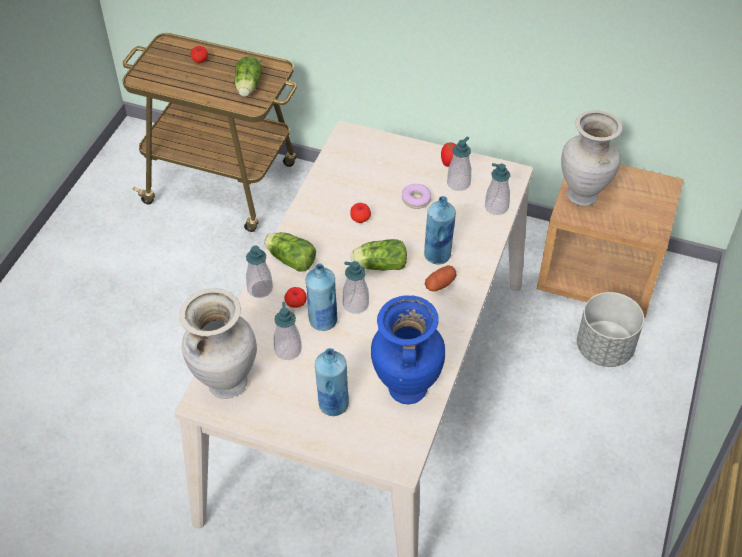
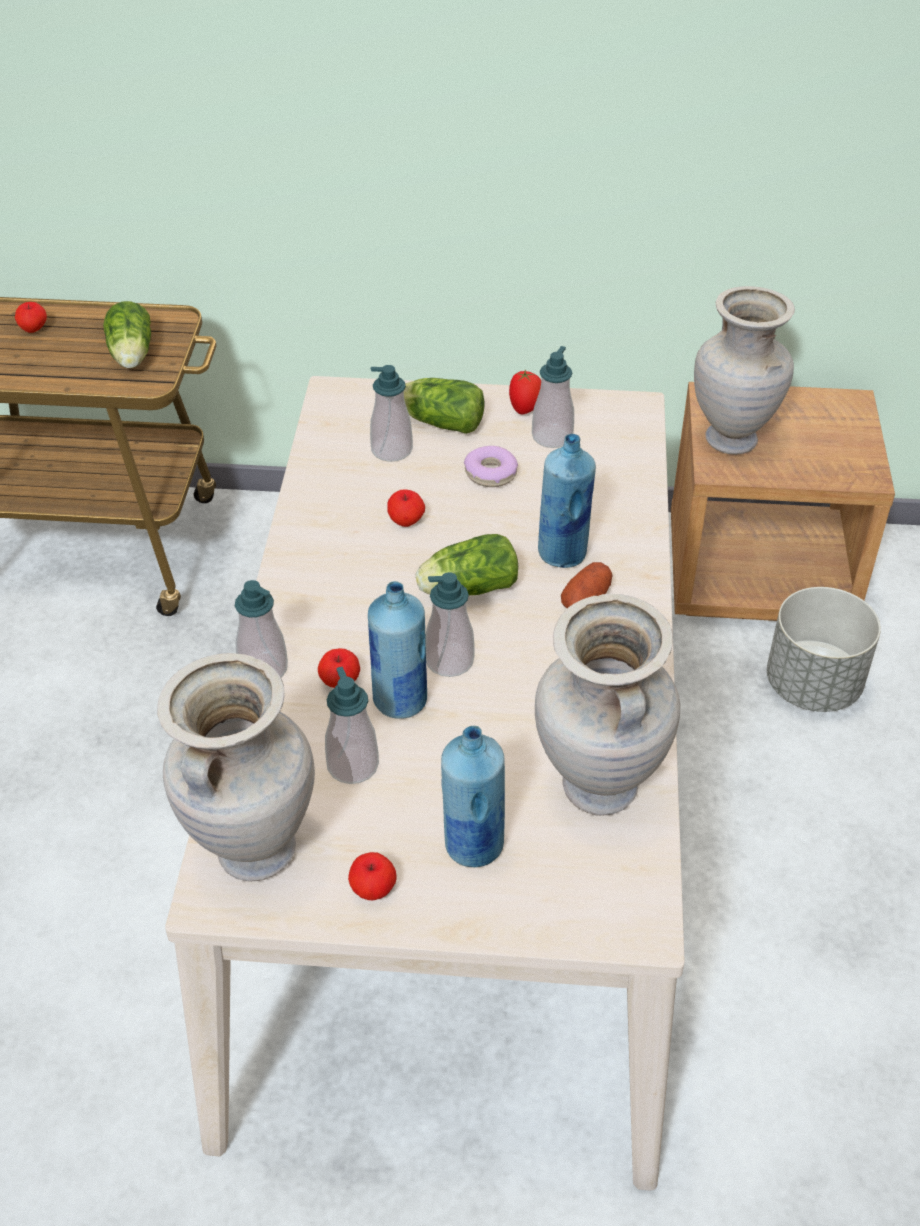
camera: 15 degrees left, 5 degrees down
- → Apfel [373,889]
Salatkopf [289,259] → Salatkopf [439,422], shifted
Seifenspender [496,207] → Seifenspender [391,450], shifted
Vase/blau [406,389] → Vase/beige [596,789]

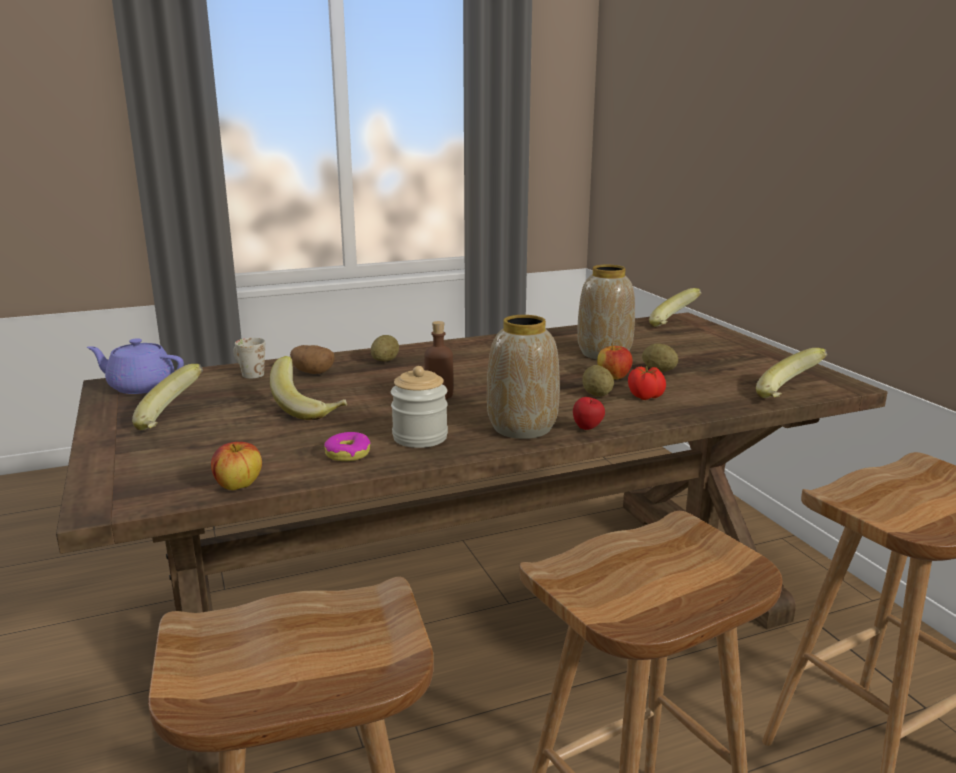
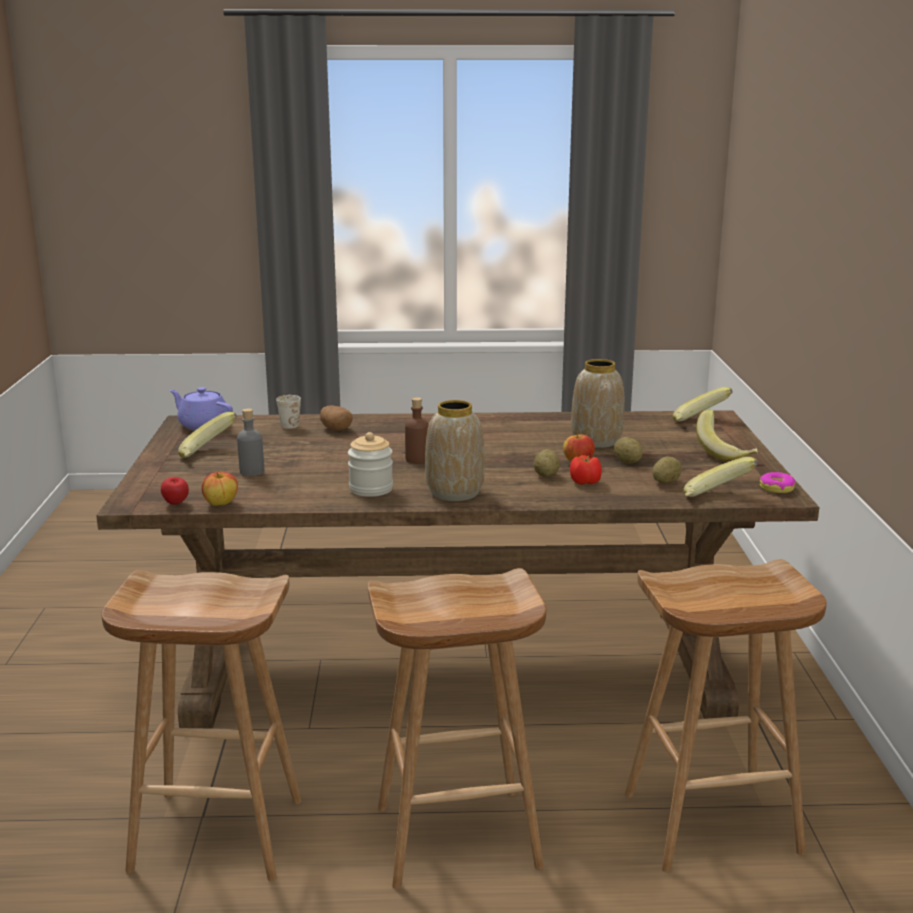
camera: 20 degrees right, 0 degrees up
- → Flasche/grau [252,472]
Banane [310,409] → Banane [725,453], shifted
Donut [348,454] → Donut [776,488], shifted
Kartoffel [385,361] → Kartoffel [666,482], shifted
Apfel [588,429] → Apfel [176,504], shifted

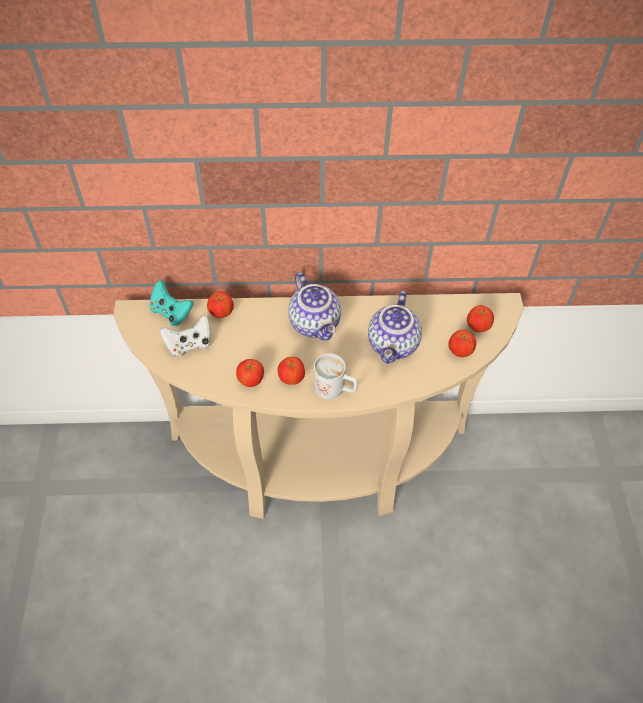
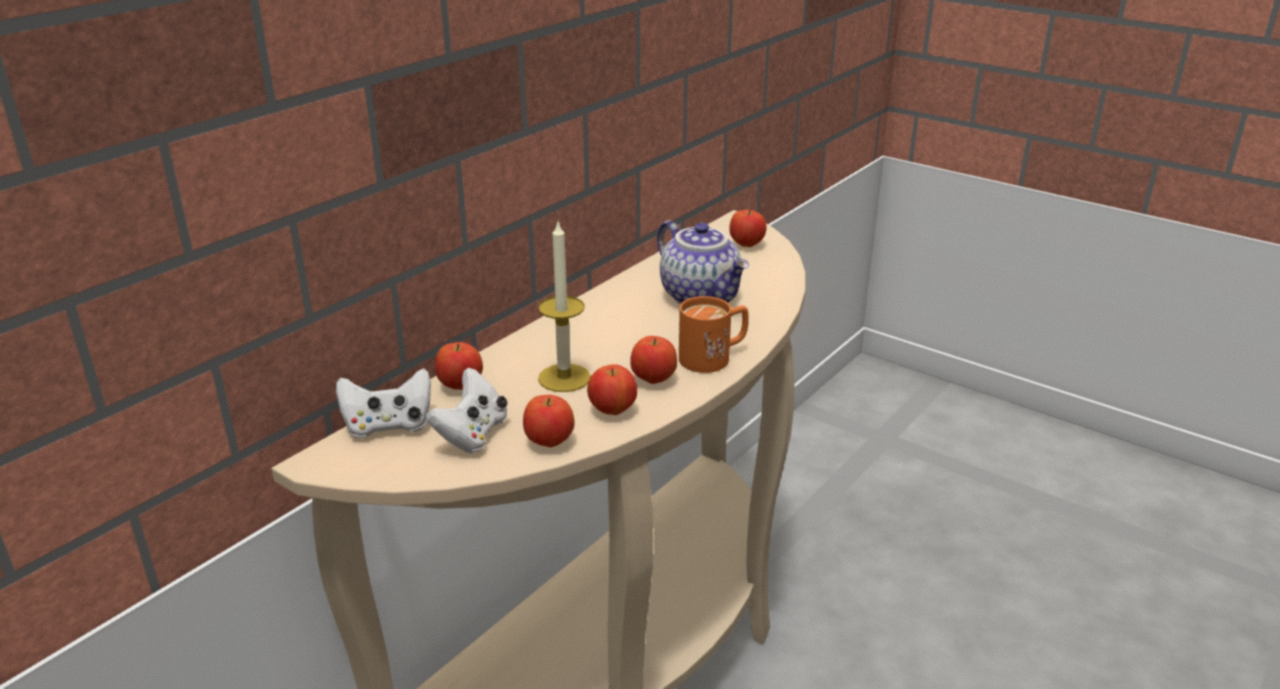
camera: 50 degrees left, 25 degrees down
Teekanne [316,323] → -
- → Kerze [564,378]
Apfel [460,351] → Apfel [549,442], shifted
Gamepad/türkis [171,313] → Gamepad/weiß [388,426]
Henkelbecher/weiß [335,389] → Henkelbecher/orange [714,357]

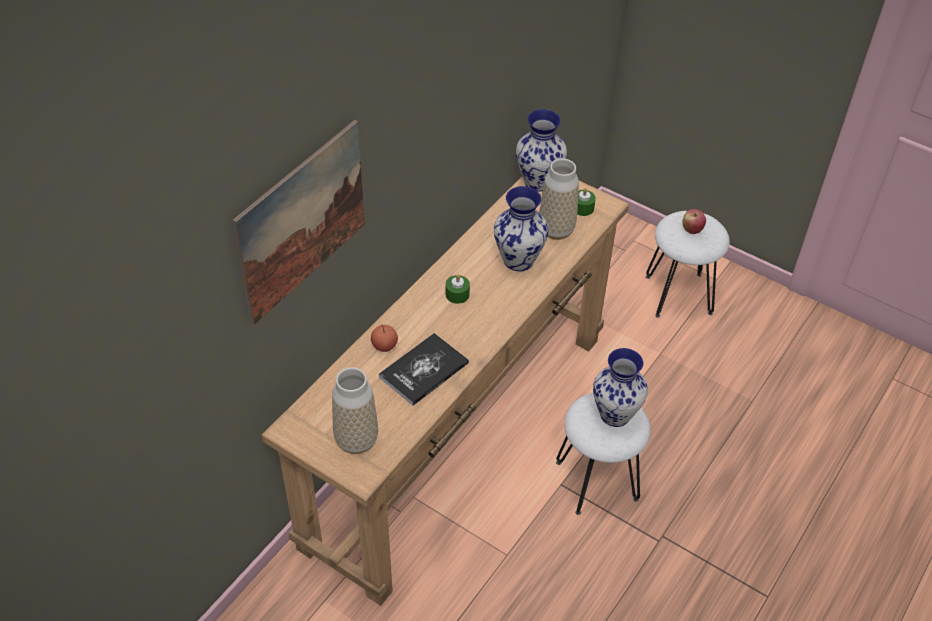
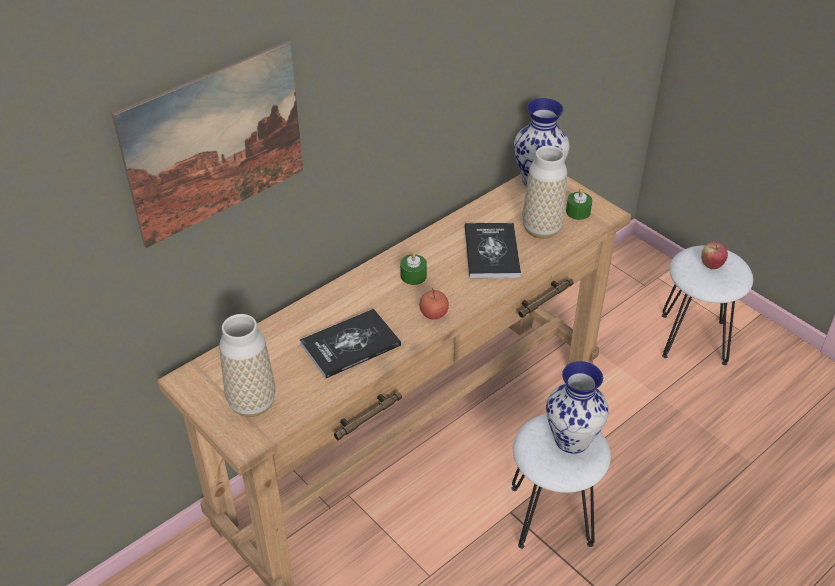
camera: 15 degrees right, 5 degrees down
Apfel [384,346] → Apfel [433,314], shifted
Vase [519,259] → Buch [491,252]

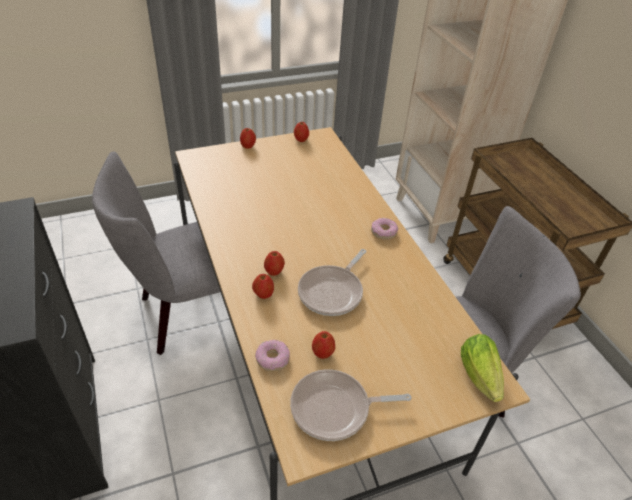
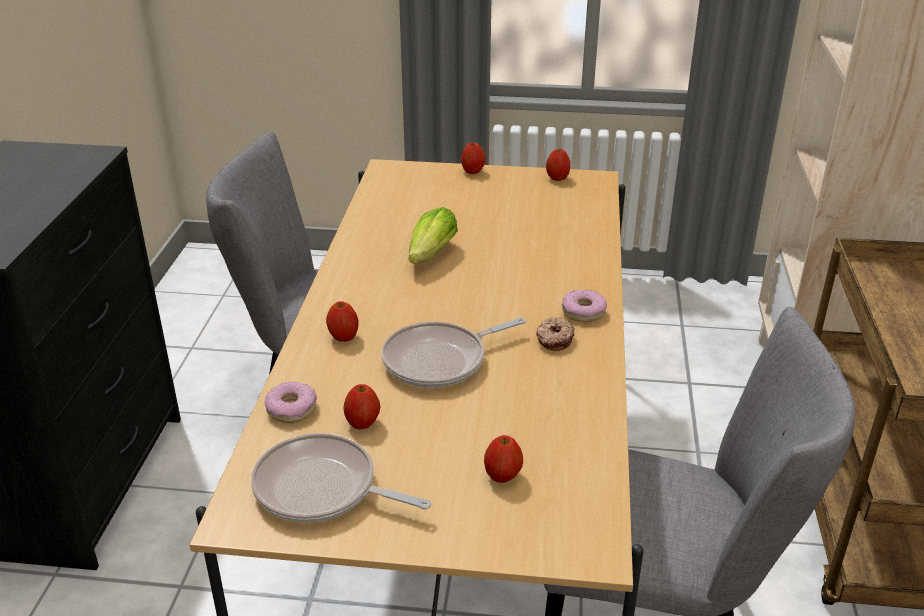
camera: 30 degrees right, 10 degrees down
- → Donut [554,339]
Apfel [274,271] → Apfel [502,476], shifted
Salatkopf [480,378] → Salatkopf [429,257], shifted

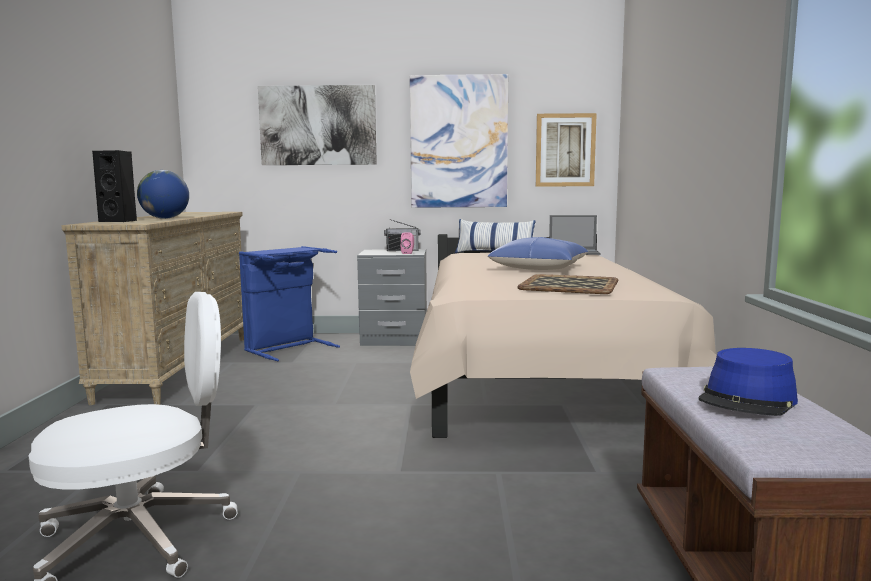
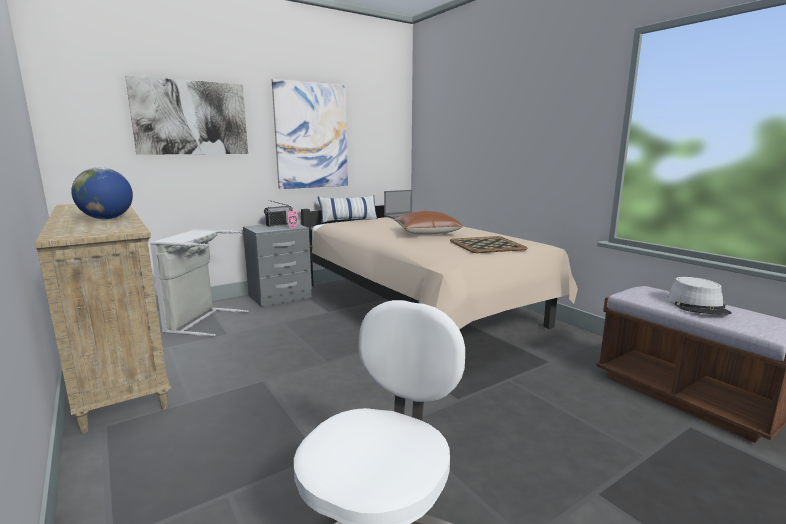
camera: 35 degrees left, 5 degrees up
Lautsprecher/schwarz [120,221] → -
Bild [565,150] → -
Wäschekorb/blau [287,348] → Wäschekorb/grau [200,322]
Kissen/blau [538,268] → Kissen/braun [426,232]
Hut/blau [748,399] → Hut/grau [698,306]

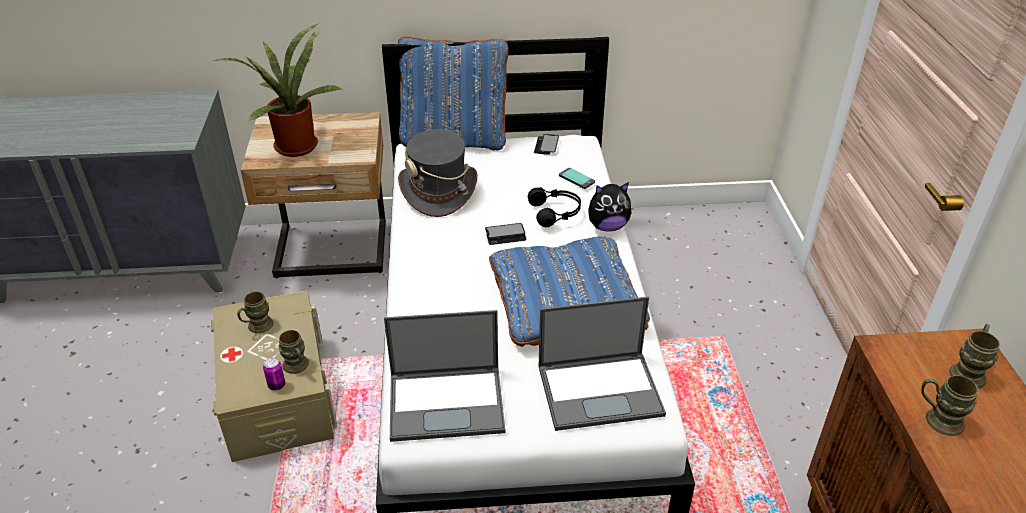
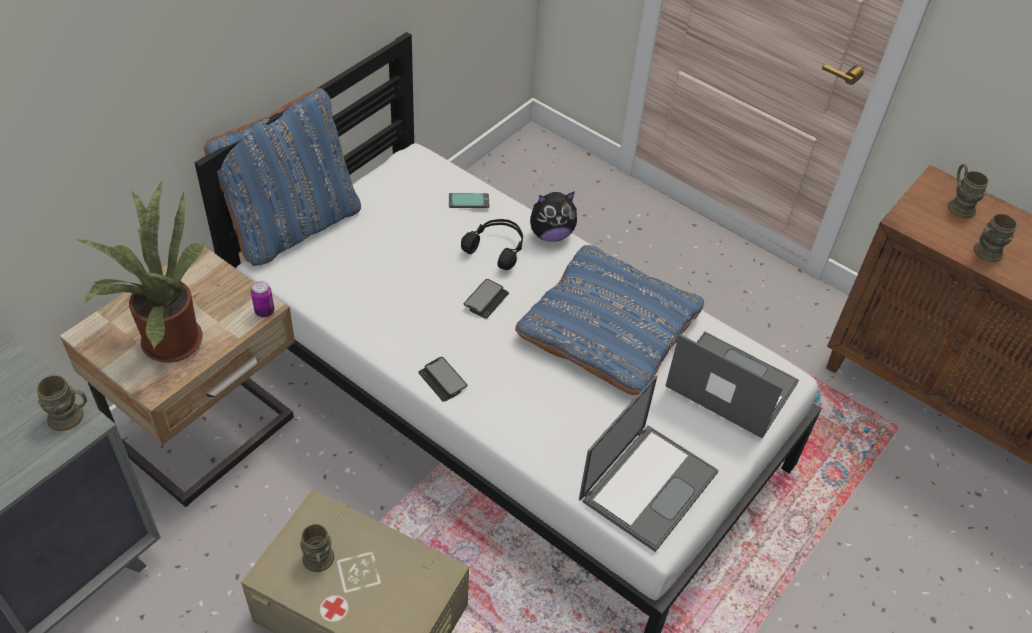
camera: 50 degrees left, 10 degrees up
Hut/grau [439,191] → -
Dose [276,385] → Dose [264,312], shifted
Henkelbecher/braun [297,367] → Henkelbecher/braun [72,417], shifted
Handy [546,145] → Handy [442,380], shifted
Laptop [601,390] → Laptop [729,384], 90 degrees counterclockwise
Plüschtier [607,226] → Plüschtier [551,234], 45 degrees clockwise

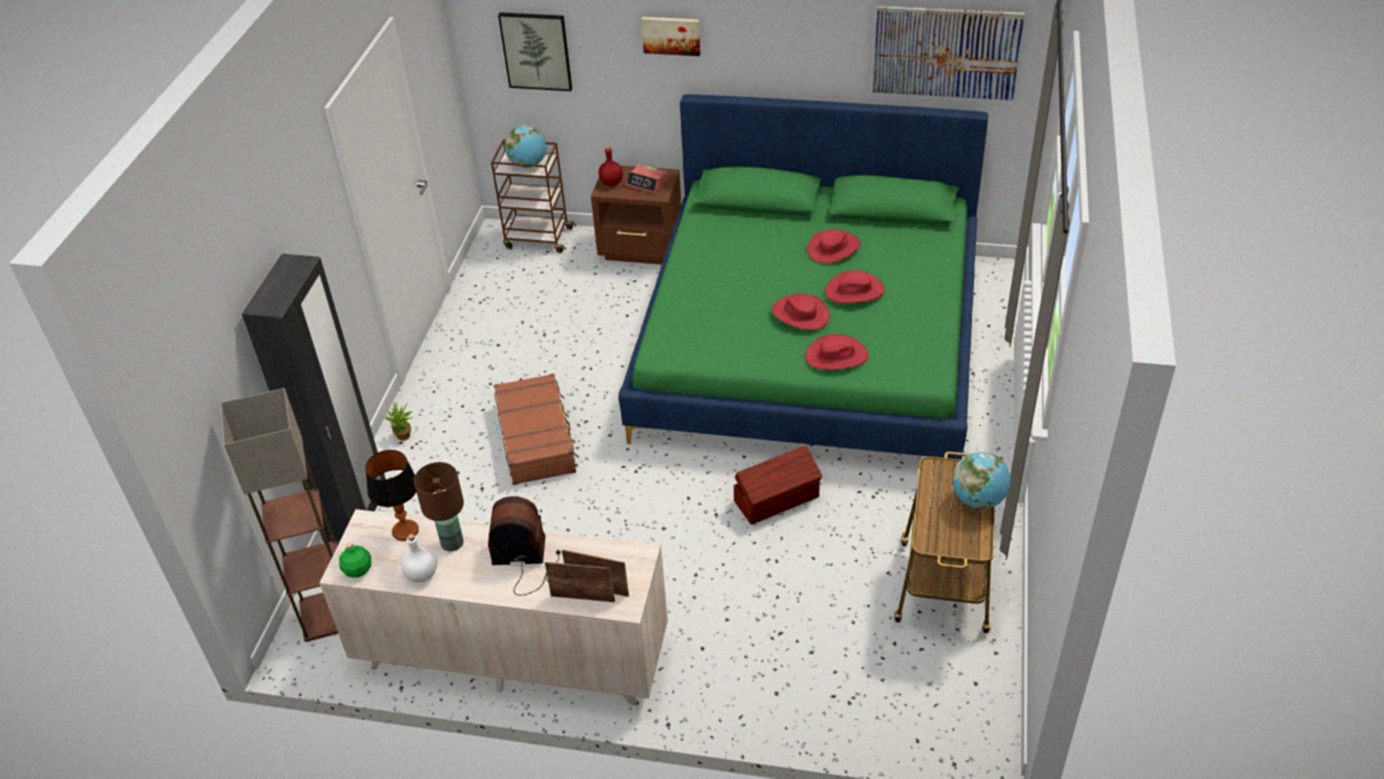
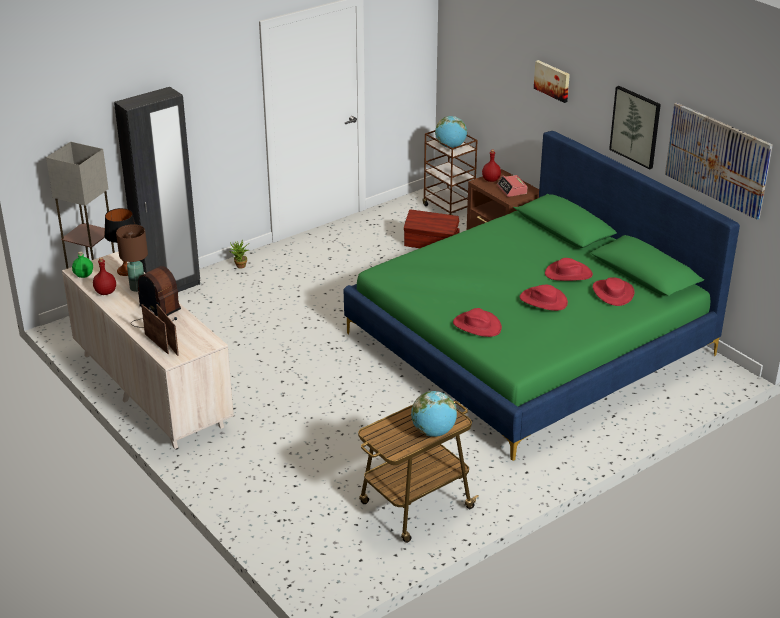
camera: 40 degrees right, 10 degrees down
Koffer/braun [537,438] → -
Bild [536,51] → Bild [635,126], shifted
Aufbewahrungsbox/braun [777,499] → Aufbewahrungsbox/braun [432,244], shifted
Hut/rot [800,314] → Hut/rot [613,293], shifted
Flasche/weiß [422,575] → Flasche/rot [105,292]

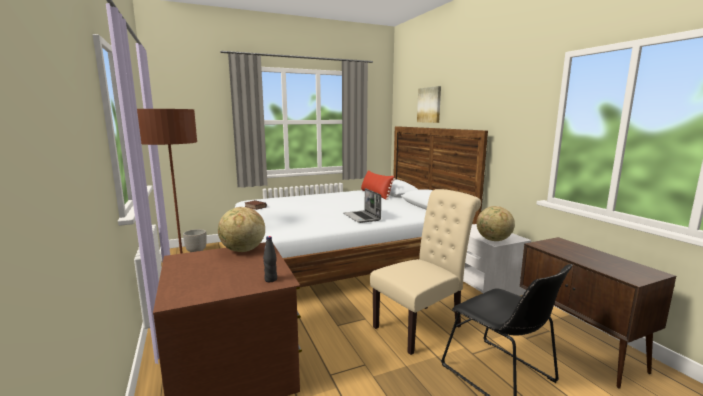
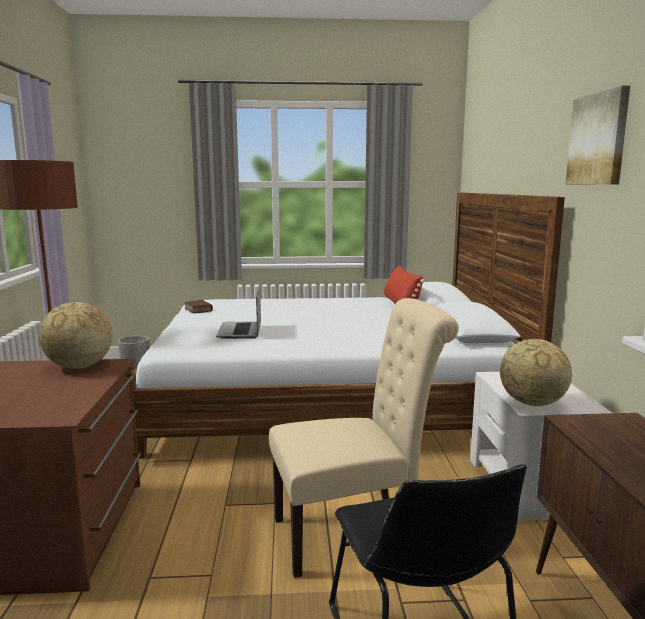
camera: 20 degrees right, 0 degrees up
Flasche/schwarz [271,279] → -
Laptop [362,217] → Laptop [241,331], shifted
Bild [429,105] → Bild [598,139], shifted

